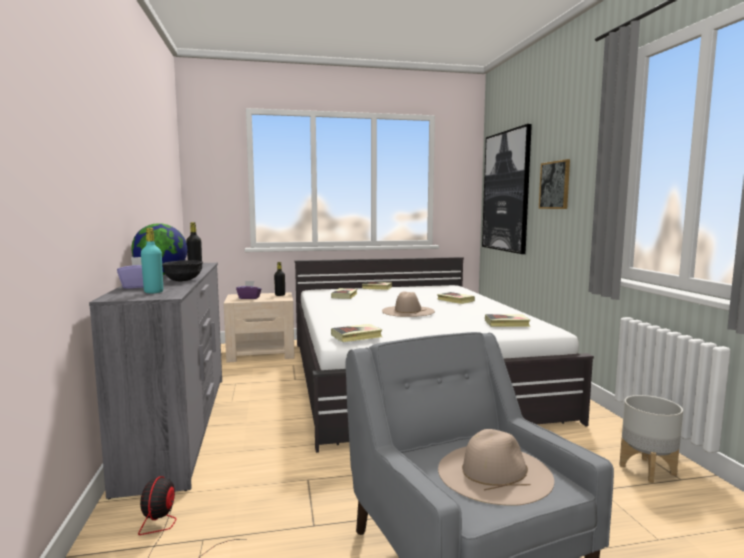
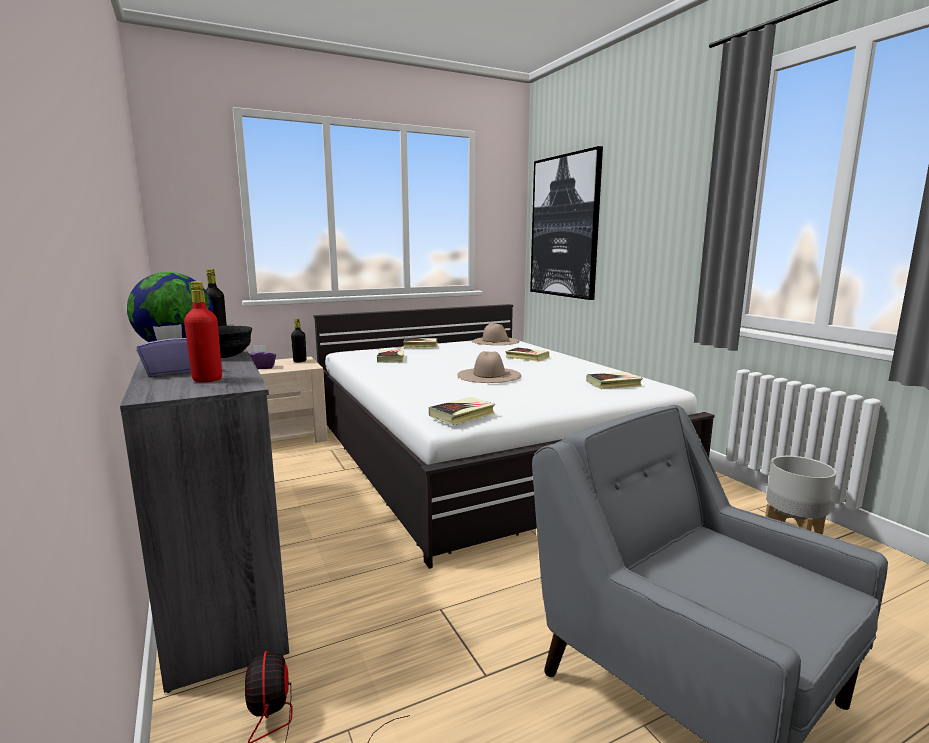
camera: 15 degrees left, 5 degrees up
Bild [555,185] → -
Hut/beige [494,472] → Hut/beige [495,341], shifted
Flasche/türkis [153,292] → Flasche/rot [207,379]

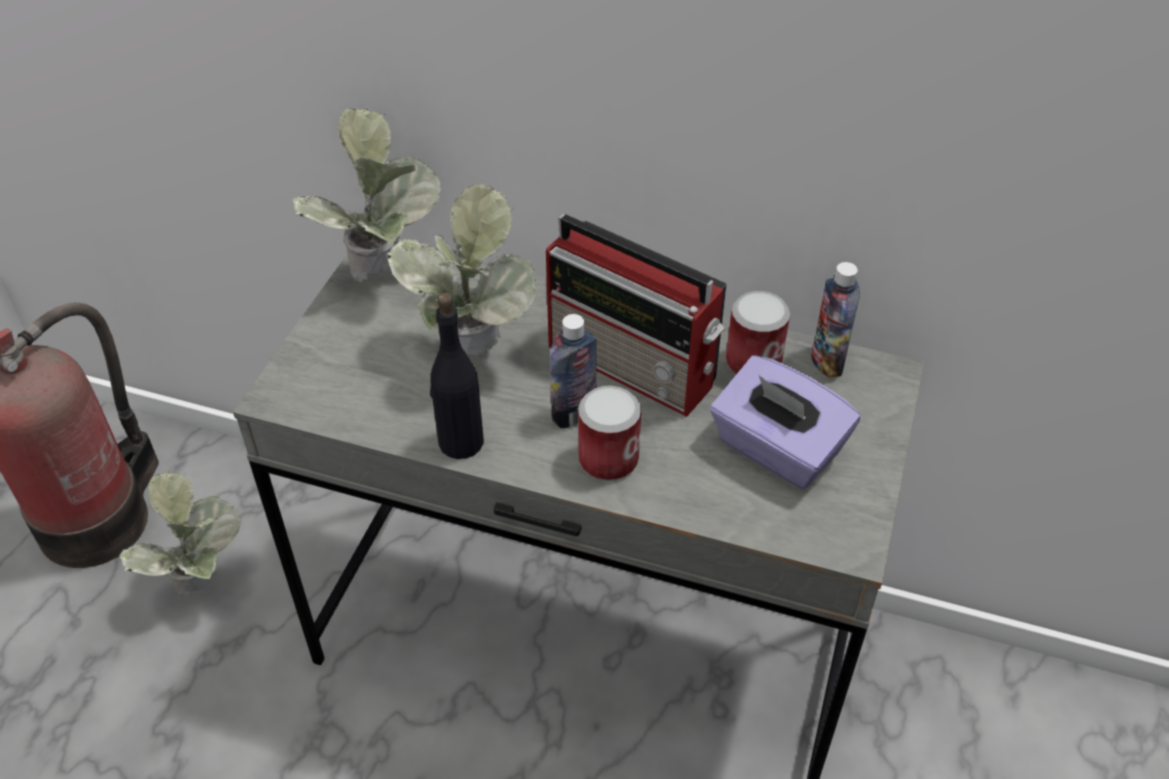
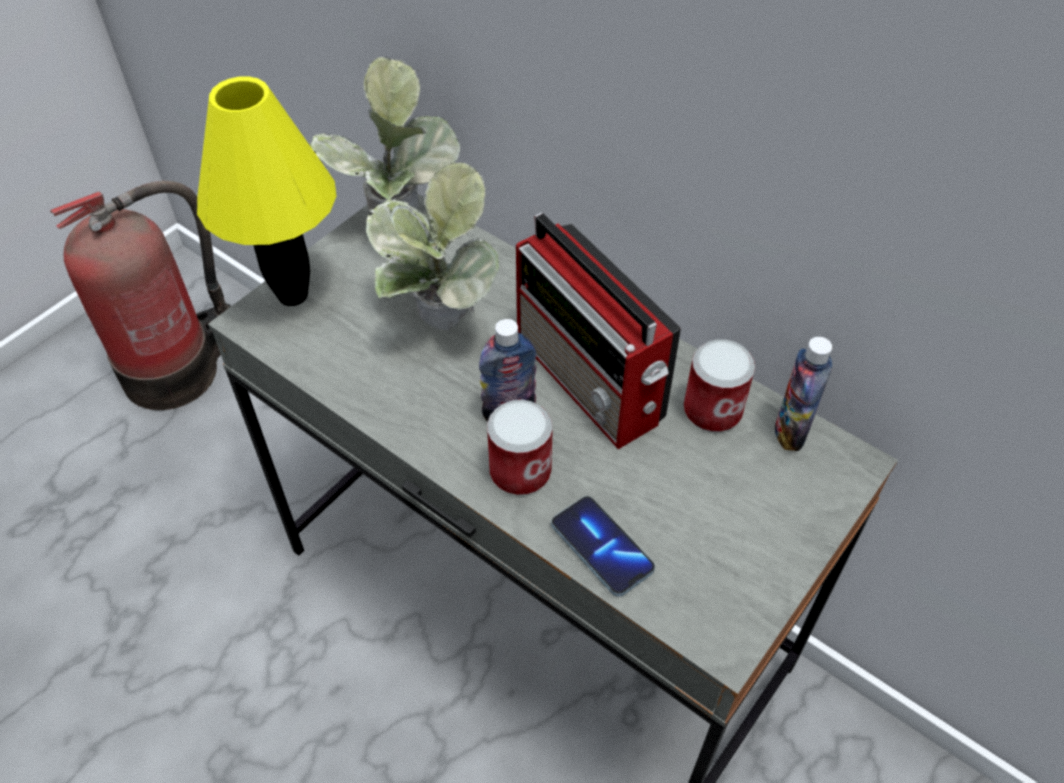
camera: 20 degrees right, 5 degrees up
Topfpflanze [204,587] → -
Flasche/schwarz [460,442] → -
Taschentuchbox/lila [776,450] → -
- → Tischlampe/gelb [292,296]
- → Handy [602,547]

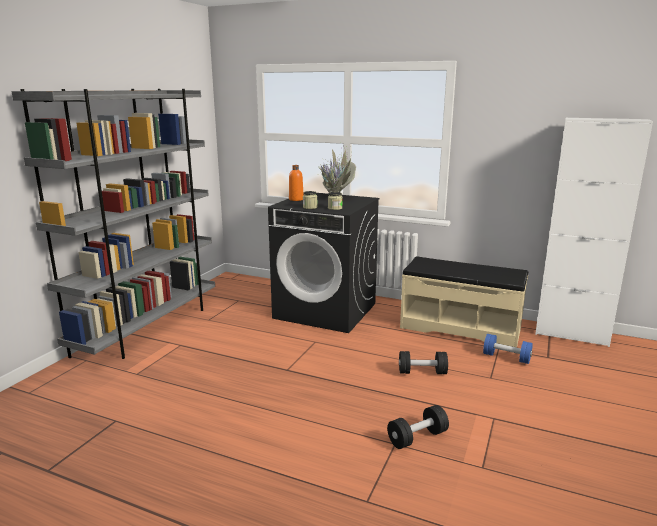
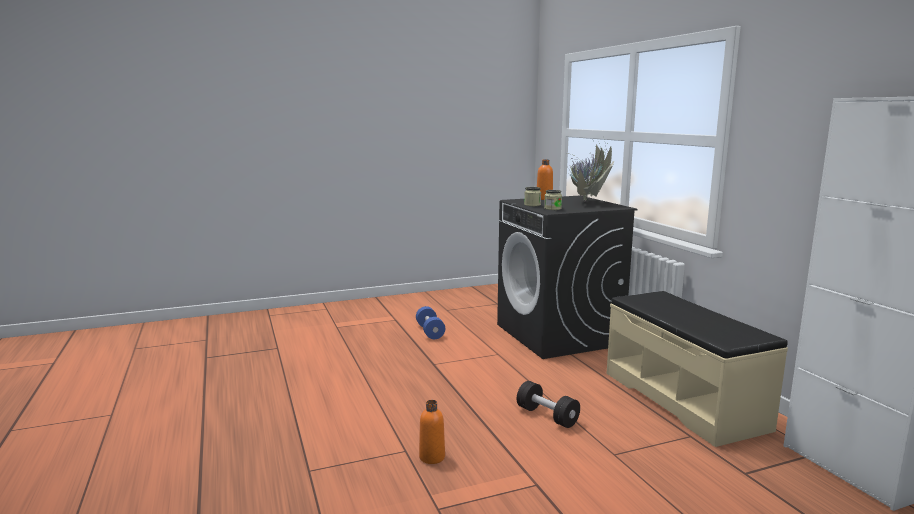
camera: 45 degrees right, 5 degrees down
Bücherregal/grau [148,327] → -
Hantel/blau [506,357] → Hantel/blau [430,332], shifted
Hantel/schwarz [417,437] → Flasche/orange [432,457]

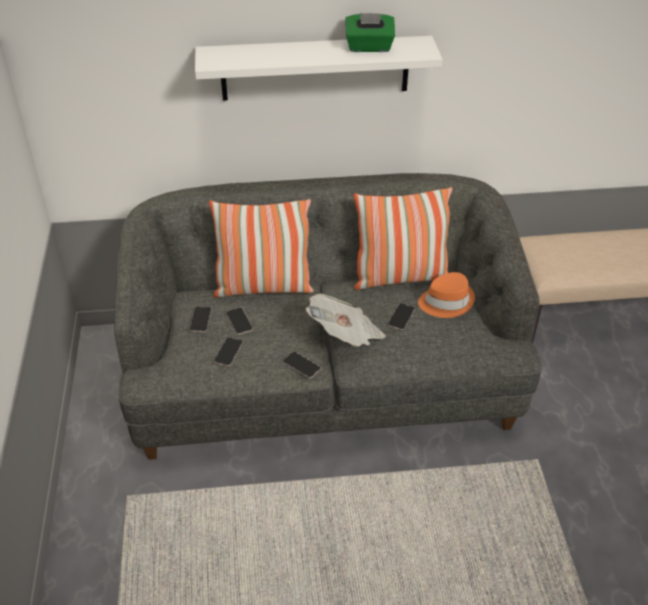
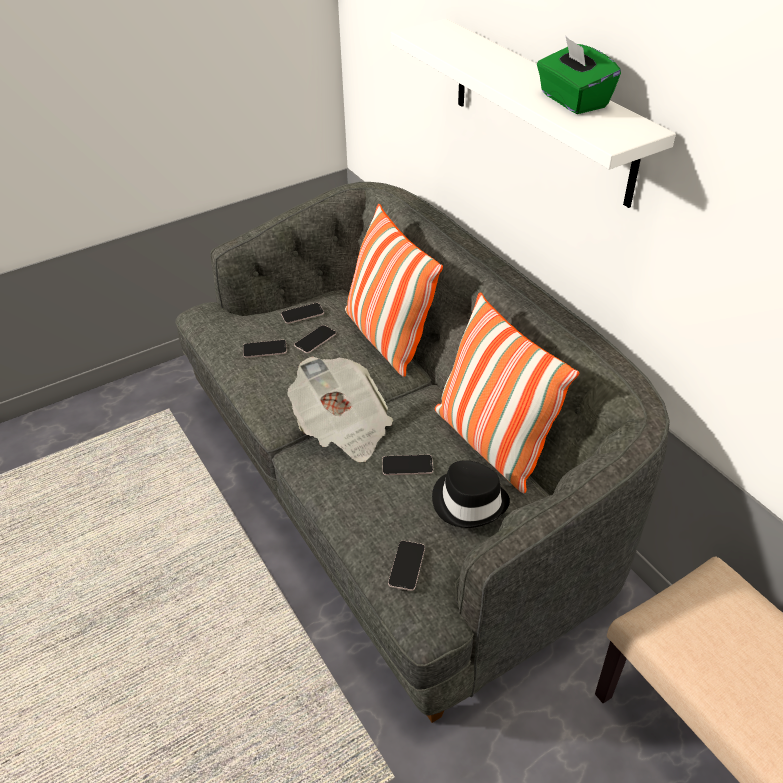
camera: 65 degrees right, 0 degrees up
Handy [301,365] → Handy [406,566], shifted
Hut/orange [446,301] → Hut/schwarz [469,501]

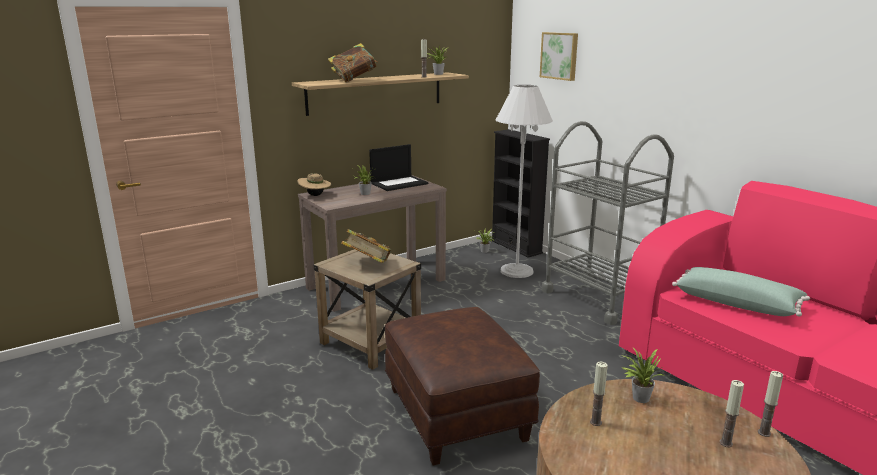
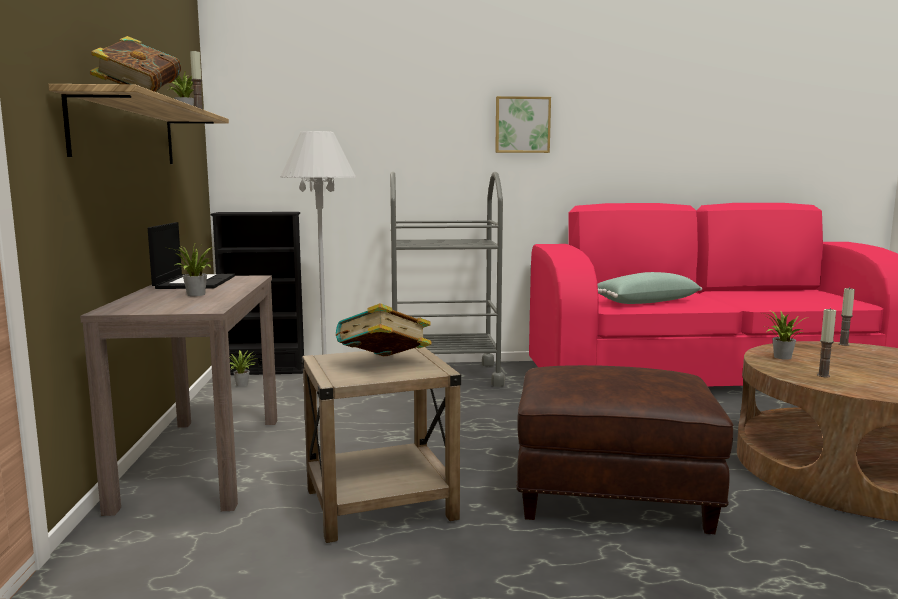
camera: 60 degrees left, 10 degrees down
Hut/beige [315,195] → -
Kerze [726,443] → -
Bild [560,56] → Bild [522,125], shifted

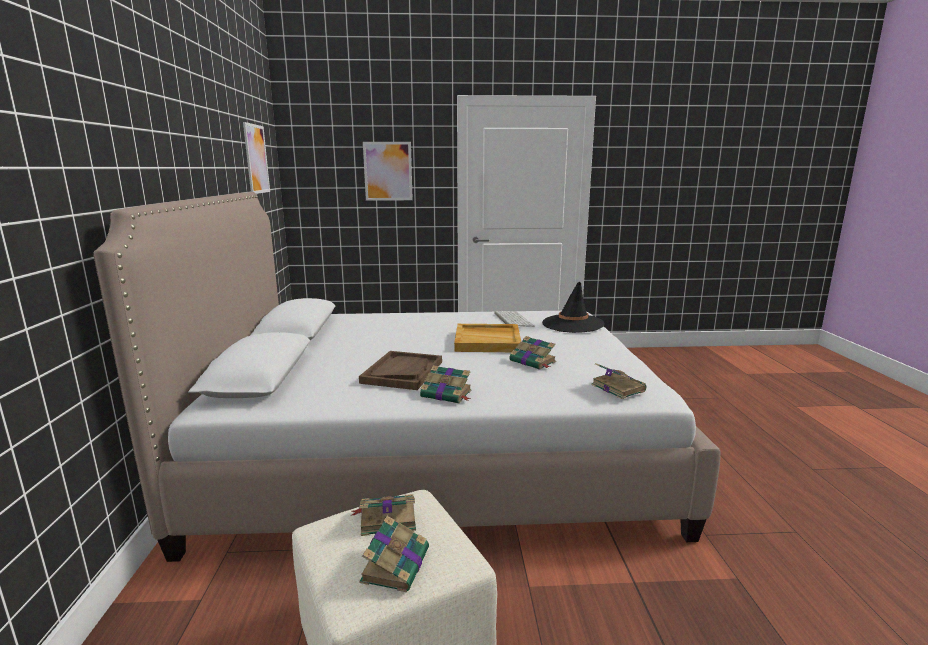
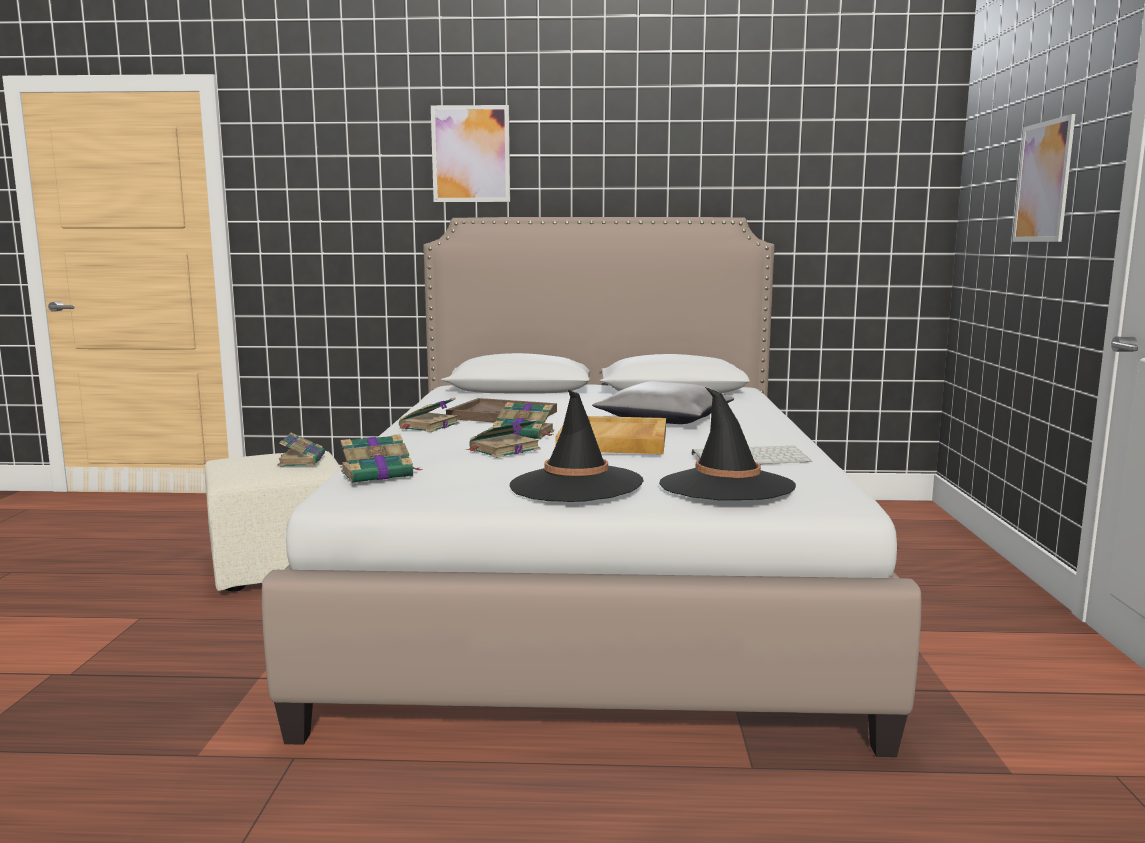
camera: 95 degrees right, 5 degrees down
- → Hut/schwarz [575,485]
- → Kissen/grau [666,419]
Bild [256,159] → Bild [471,154], shifted
Buch [396,564] → Buch [525,434], shifted

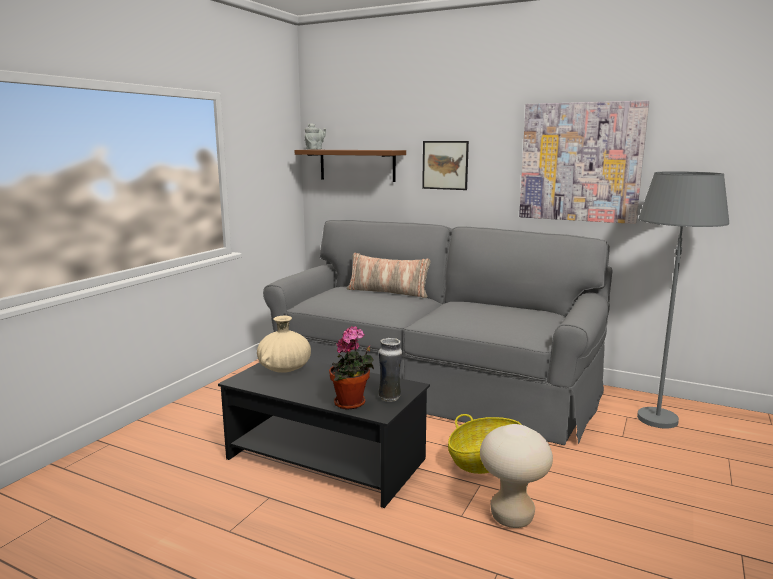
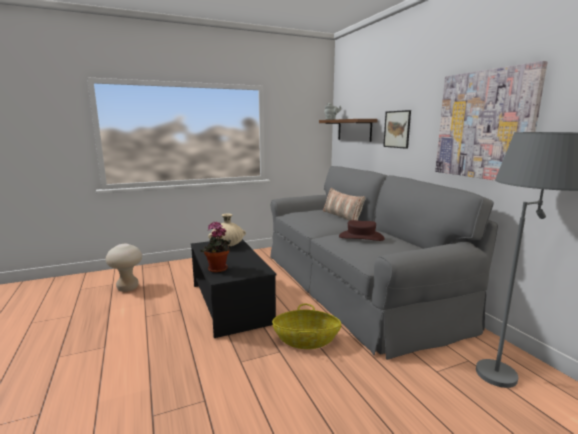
camera: 40 degrees right, 0 degrees up
Vase [390,398] → -
- → Hut/braun [361,237]
Hocker/beige [512,517] → Hocker/beige [128,288], shifted

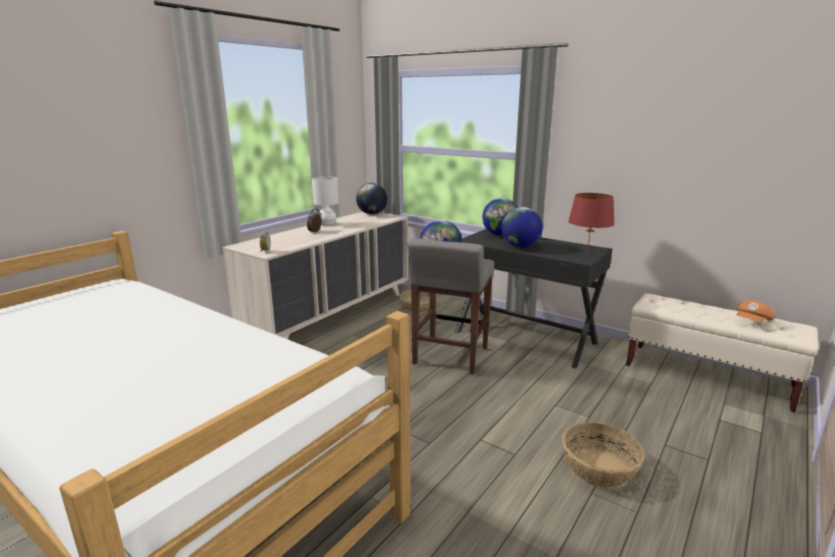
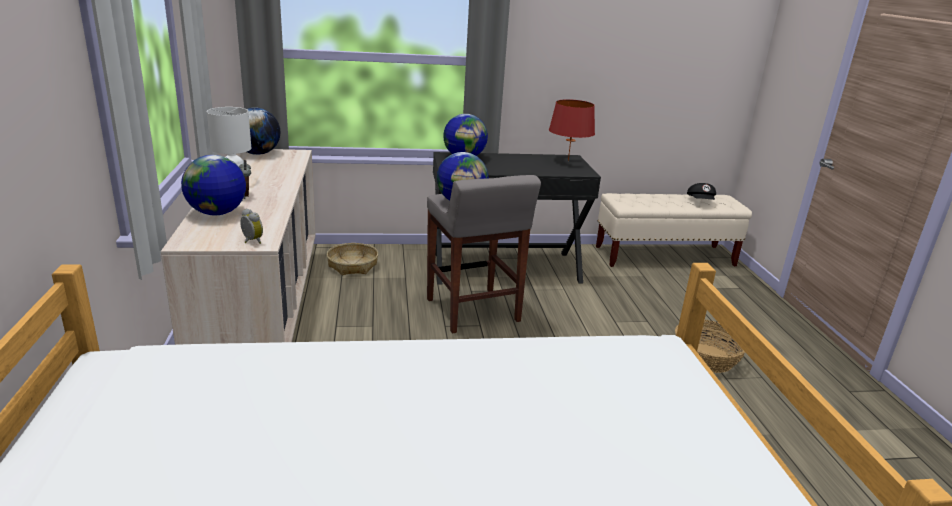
camera: 45 degrees left, 5 degrees up
Globus [520,247] → Globus [217,213], shifted
Kappe/orange [752,322] → Kappe/schwarz [701,201]

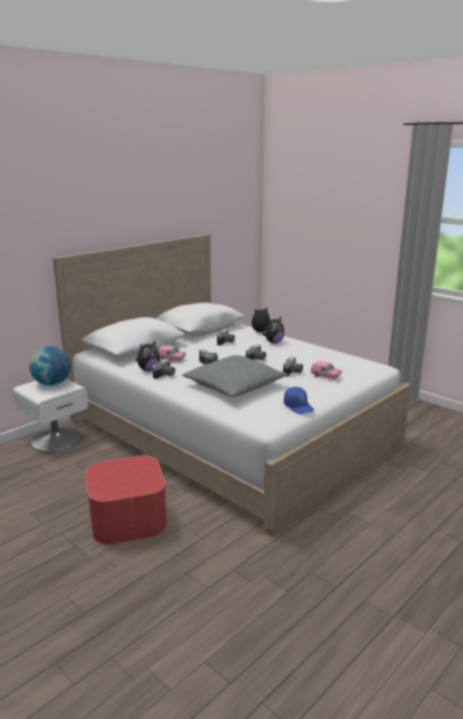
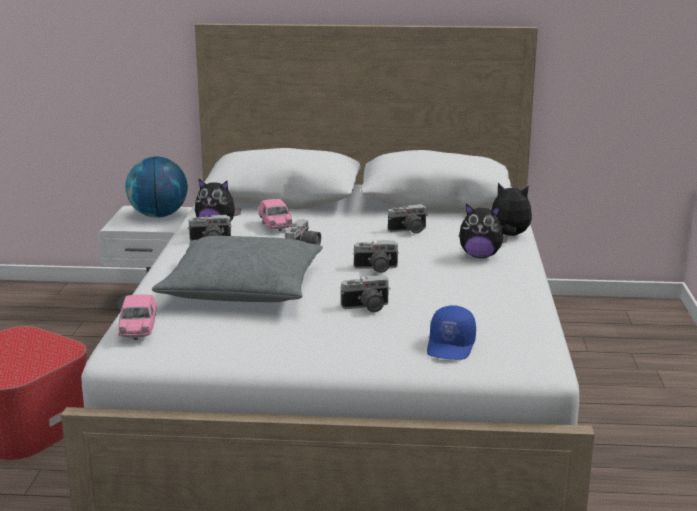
camera: 50 degrees right, 0 degrees up
Kappe/blau [299,407] → Kappe/blau [451,346], shifted
Spielzeugauto/rosa [325,376] → Spielzeugauto/rosa [138,331], shifted

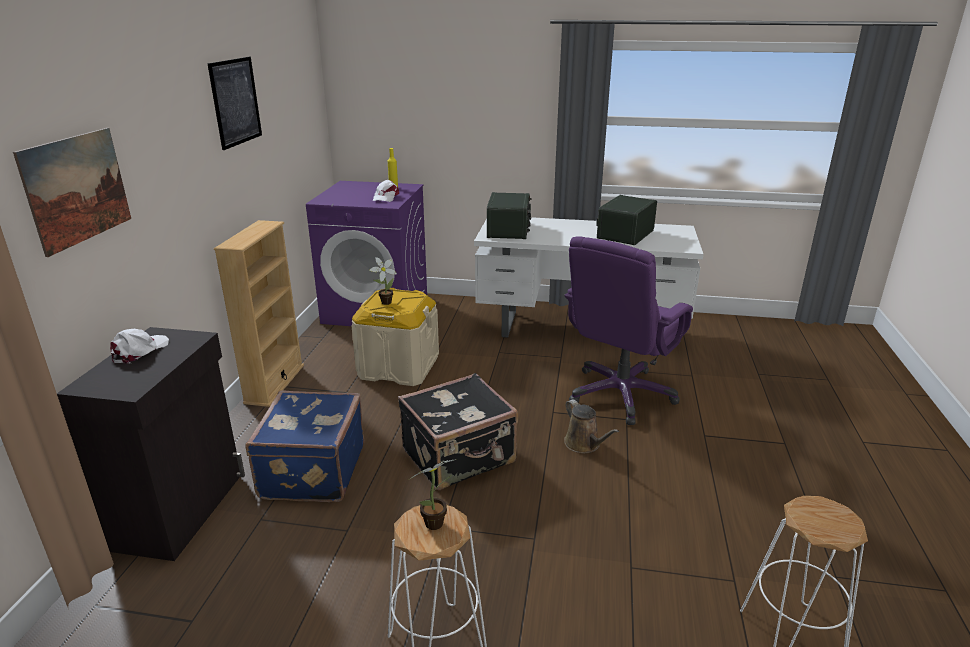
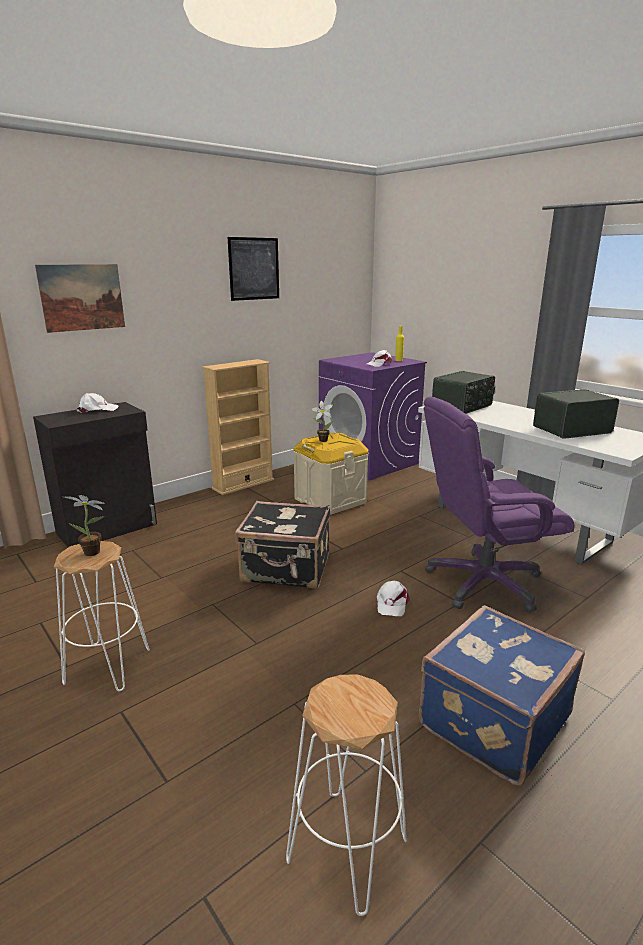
camera: 40 degrees right, 5 degrees down
Koffer/blau [311,471] → Koffer/blau [491,720], shifted
Gießkanne/braun [584,444] → Kappe/weiß [391,603]

